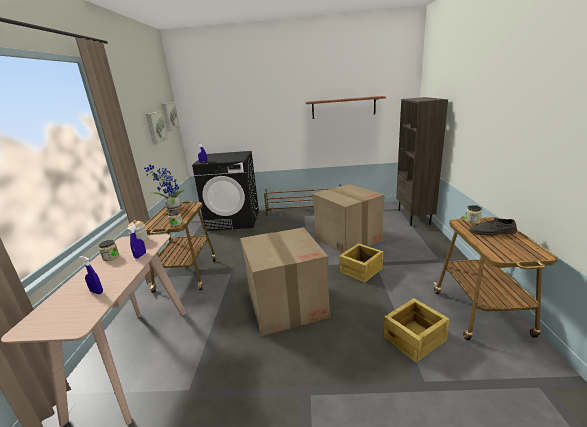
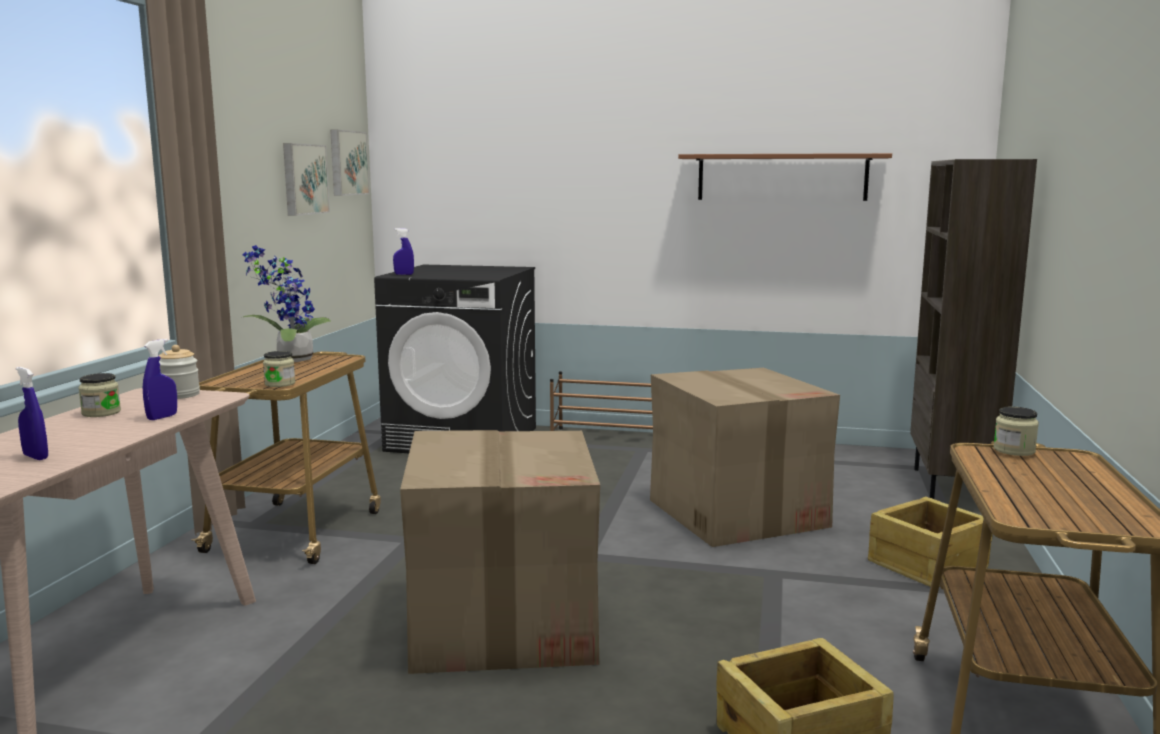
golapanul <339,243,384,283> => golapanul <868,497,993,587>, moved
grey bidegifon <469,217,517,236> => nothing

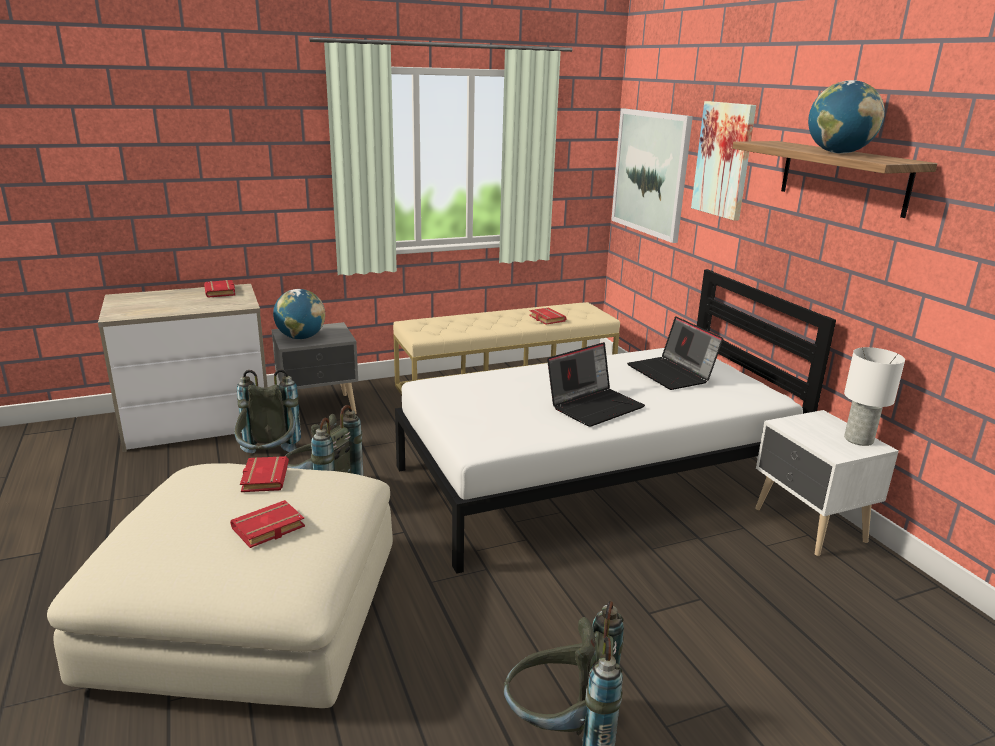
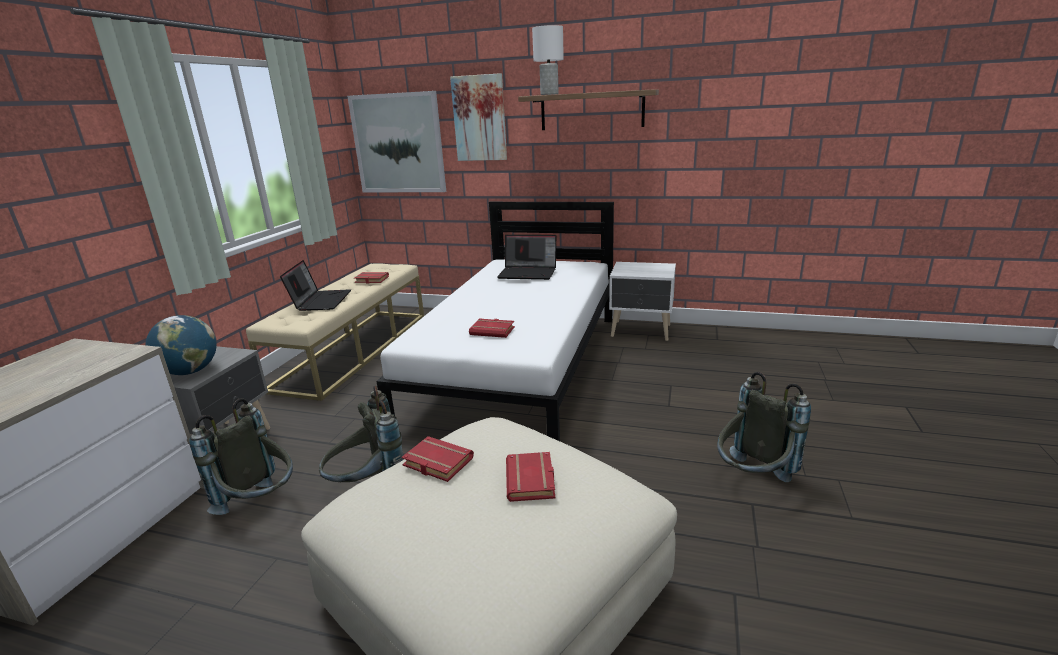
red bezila <204,280,235,298> => red bezila <469,319,515,338>, moved
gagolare <547,342,645,427> => gagolare <280,260,351,311>, moved
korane <808,80,885,154> => nothing
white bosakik <844,347,905,446> => white bosakik <532,25,564,95>, moved

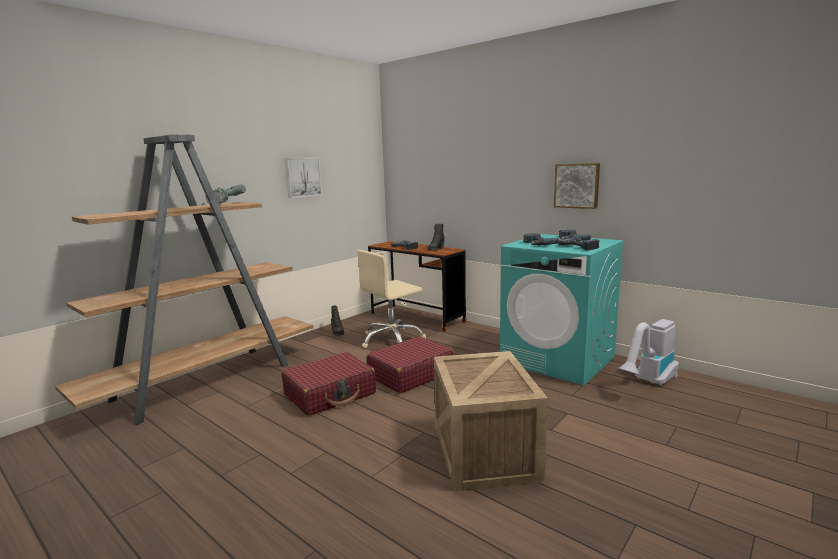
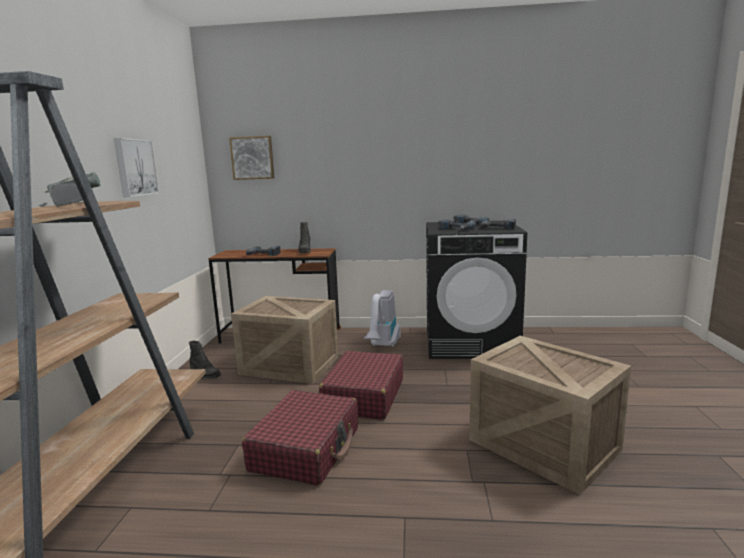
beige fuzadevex <357,250,426,348> => golapanul <231,296,338,384>
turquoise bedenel <500,234,624,386> => black bedenel <426,221,527,359>
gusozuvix <554,163,600,209> => gusozuvix <229,136,274,180>, moved
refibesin <618,319,679,386> => refibesin <364,290,401,347>, moved

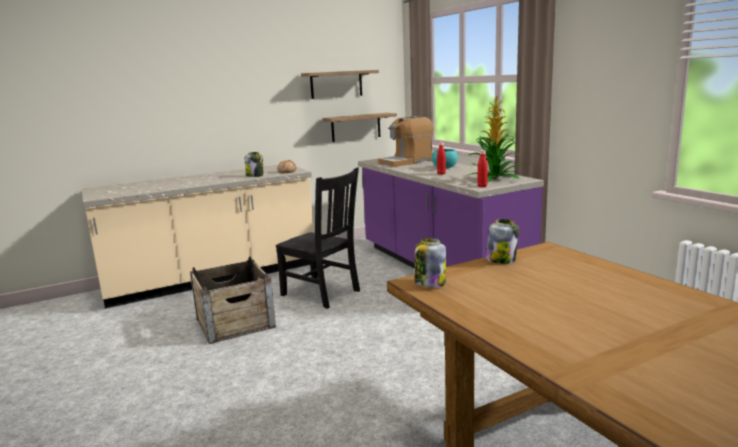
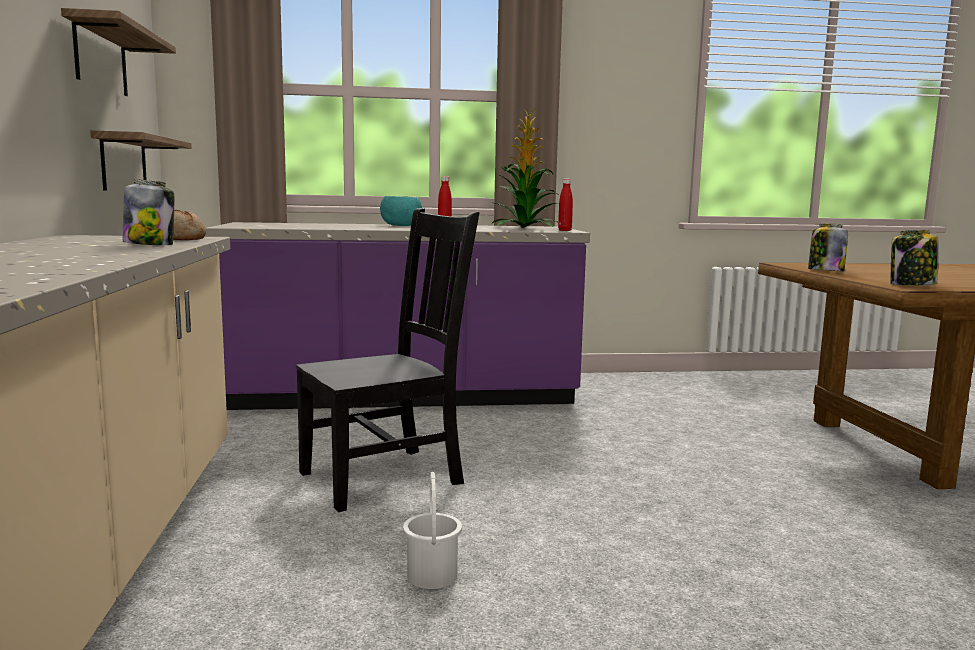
golapanul <190,257,276,344> => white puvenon <403,472,462,589>
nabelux <378,116,434,167> => nothing

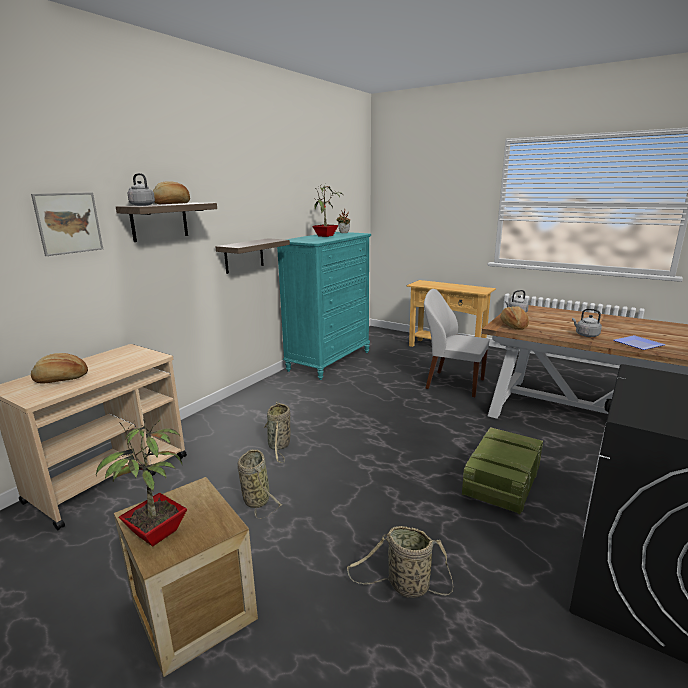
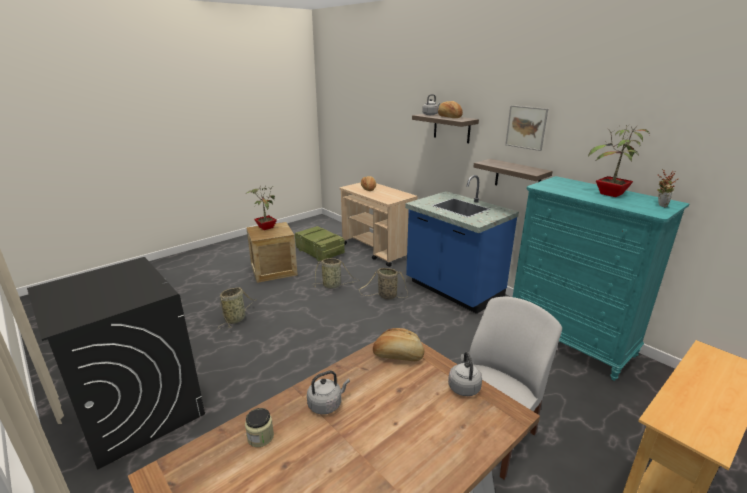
gusozuvix <31,192,103,256> => gusozuvix <505,105,548,151>, moved
golapanul <462,427,543,514> => golapanul <295,226,345,261>, moved
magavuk <613,335,665,350> => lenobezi <245,408,274,447>
nothing => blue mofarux <405,175,519,314>

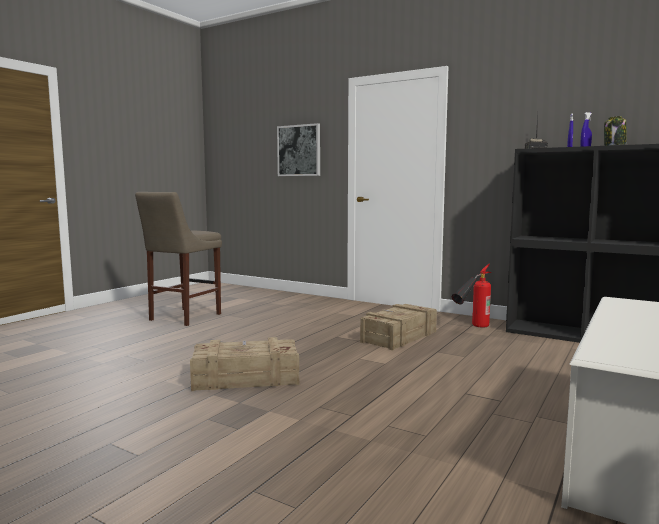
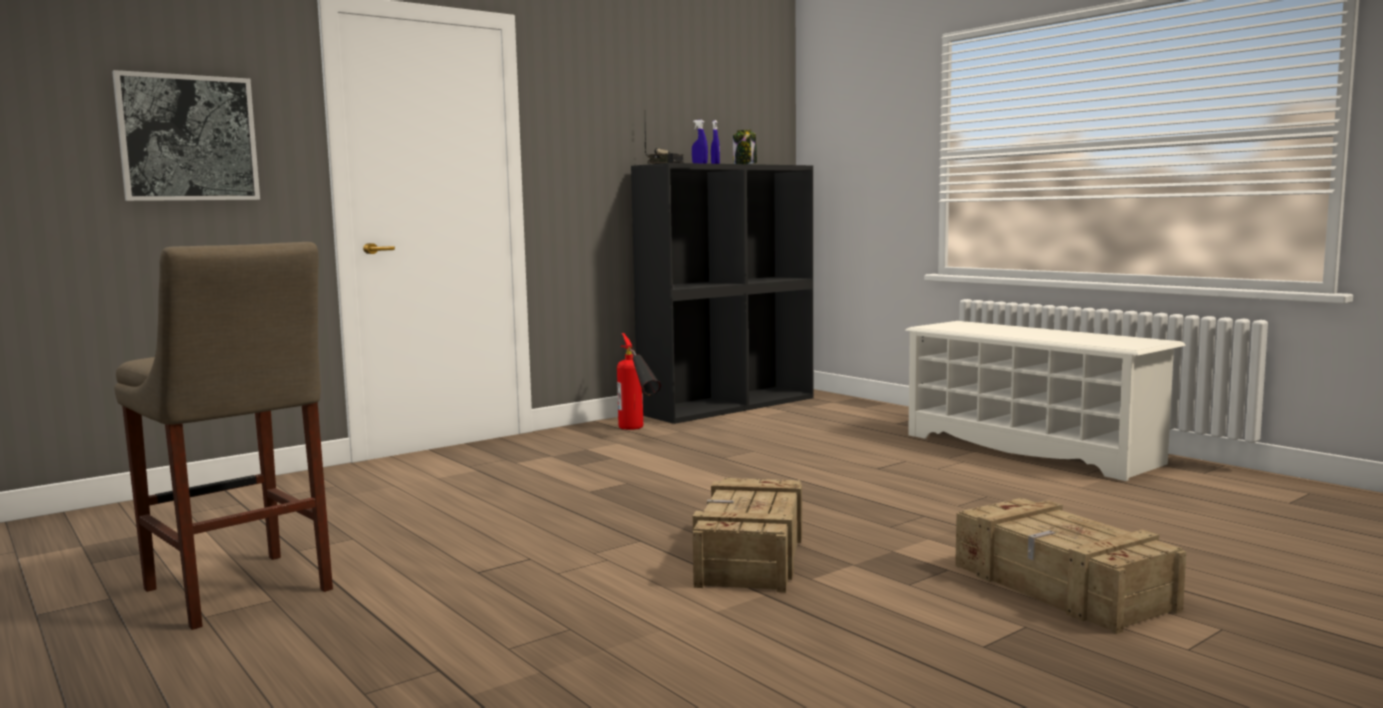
golapanul <360,304,437,350> => golapanul <955,498,1186,634>, moved

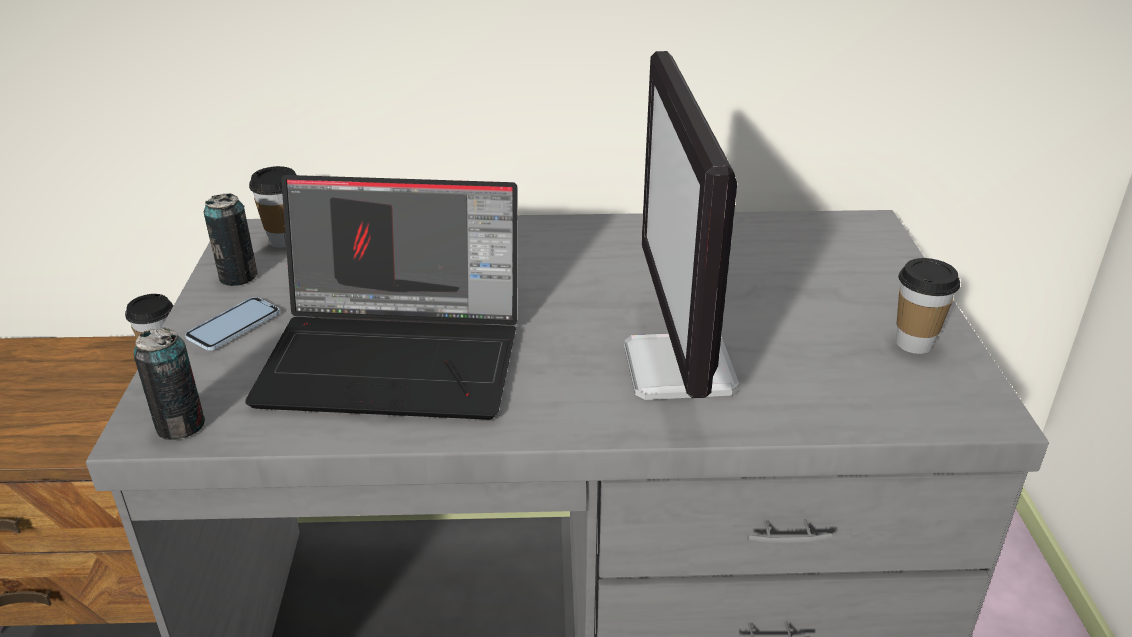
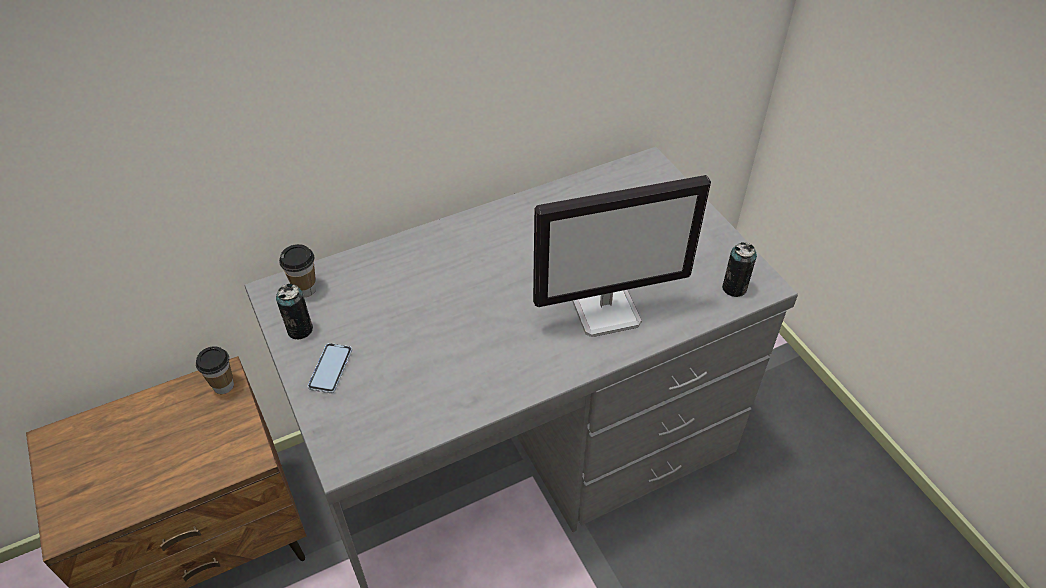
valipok <134,328,205,440> => valipok <722,242,757,297>, moved
gagolare <245,175,517,420> => nothing
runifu <624,51,739,400> => runifu <533,175,711,337>, 75 degrees counterclockwise
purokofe <896,258,960,354> => nothing

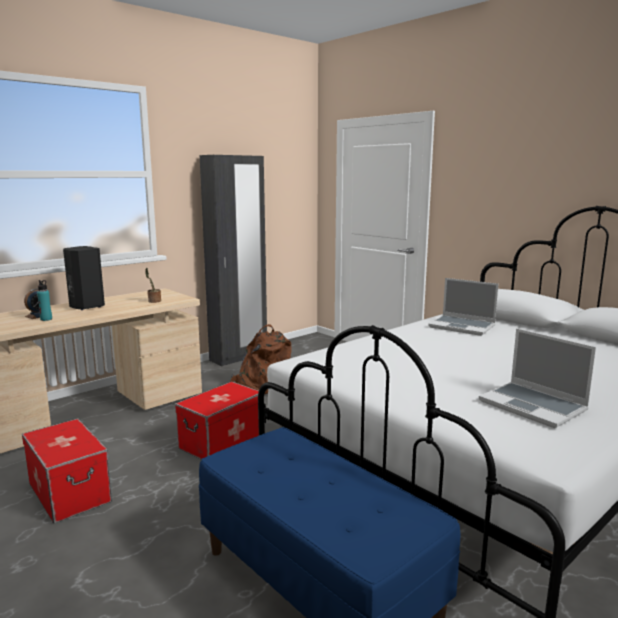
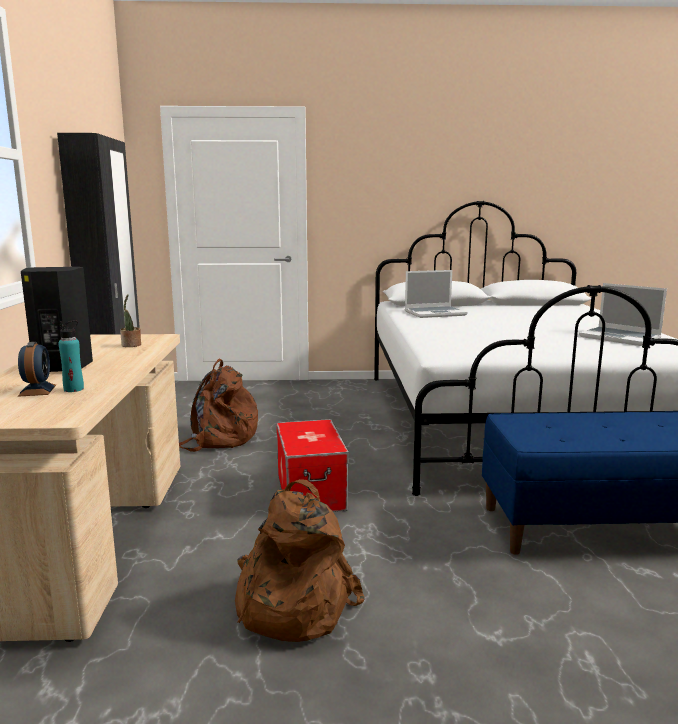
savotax <22,419,112,523> => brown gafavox <235,479,364,642>
gagolare <479,328,596,428> => gagolare <579,283,667,346>, 45 degrees clockwise

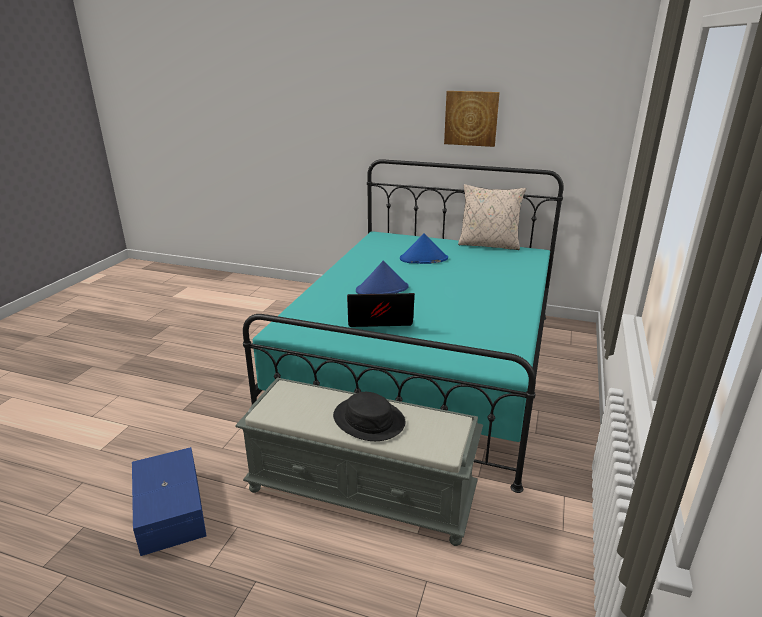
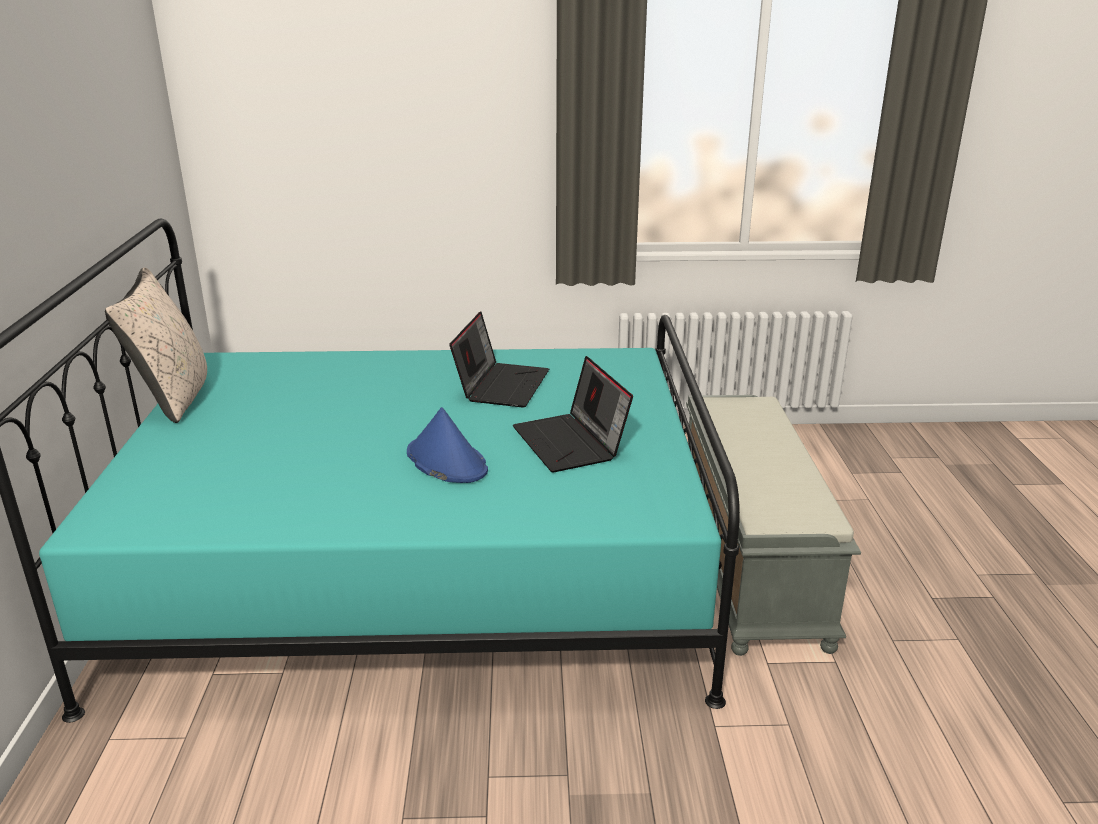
blue savotax <132,447,206,556> => nothing
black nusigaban <333,392,405,441> => nothing
blue nusigaban <400,233,448,264> => nothing
gusozuvix <444,91,500,147> => nothing
nothing => gagolare <449,311,549,407>

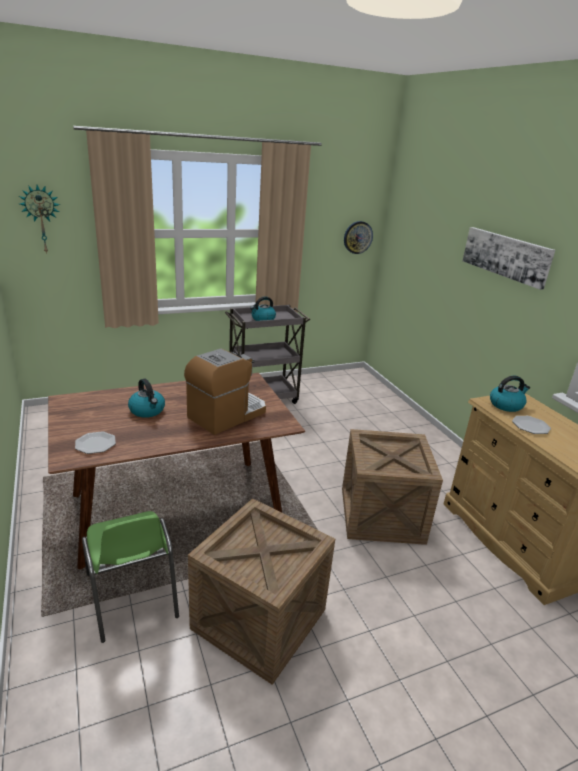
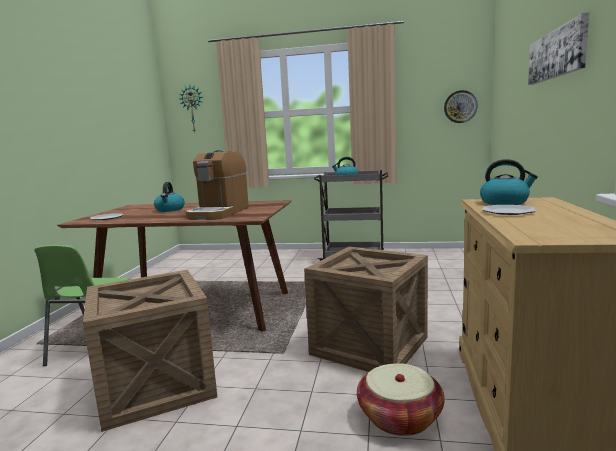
nabelux <184,349,266,435> => nabelux <185,150,249,220>, 120 degrees clockwise
nothing => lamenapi <357,363,445,436>

